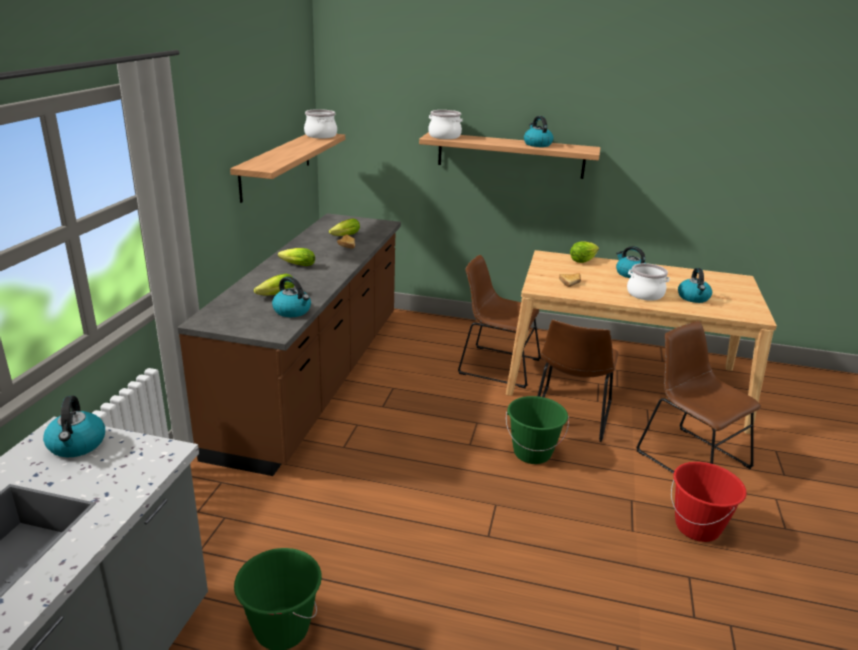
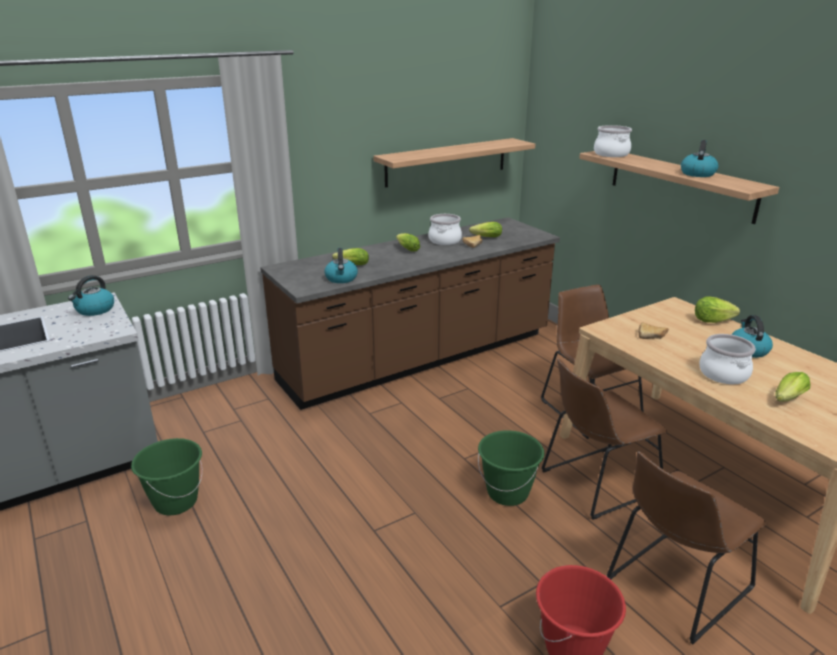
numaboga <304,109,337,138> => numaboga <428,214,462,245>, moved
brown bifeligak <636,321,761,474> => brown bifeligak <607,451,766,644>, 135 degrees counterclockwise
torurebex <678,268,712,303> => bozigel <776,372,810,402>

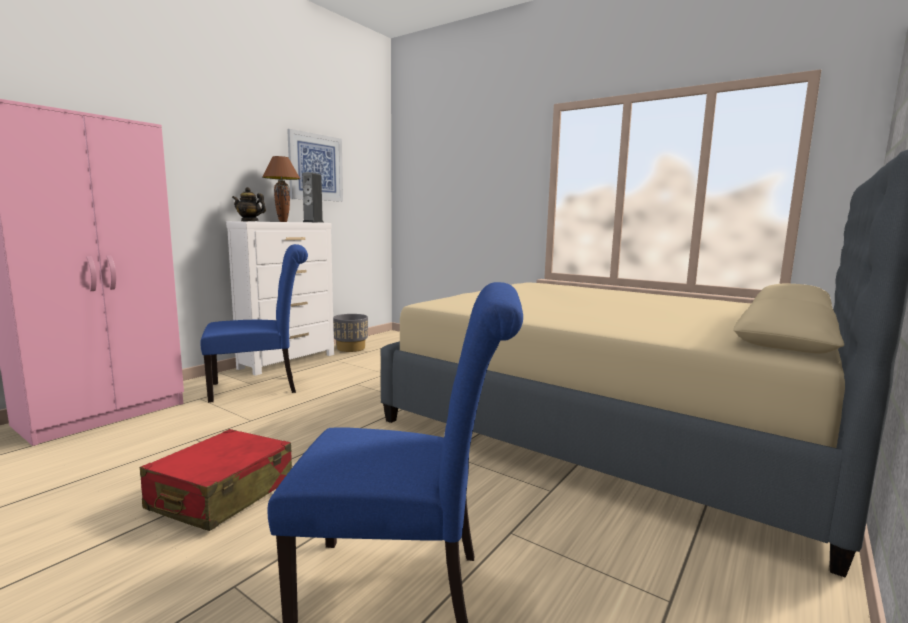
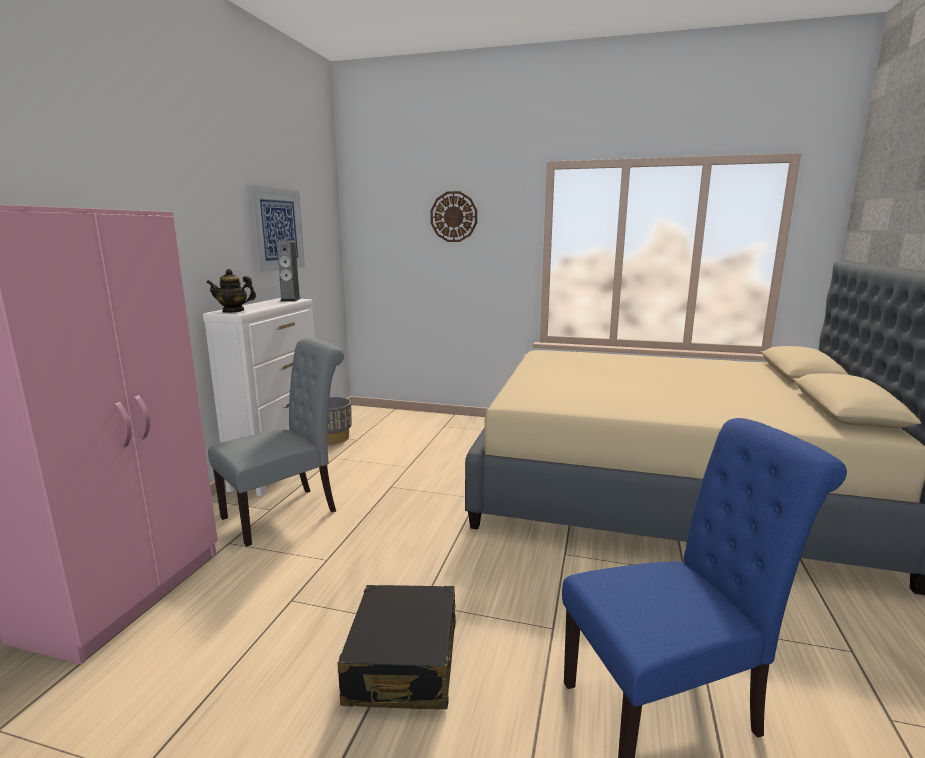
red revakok <140,429,292,531> => black revakok <337,585,456,709>
blue bifeligak <200,244,308,403> => grey bifeligak <208,338,344,547>
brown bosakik <262,156,300,222> => nothing
nothing => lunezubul <430,191,477,242>

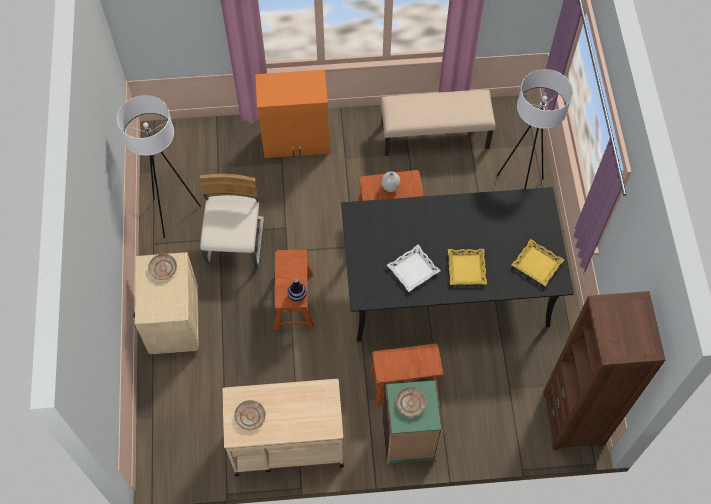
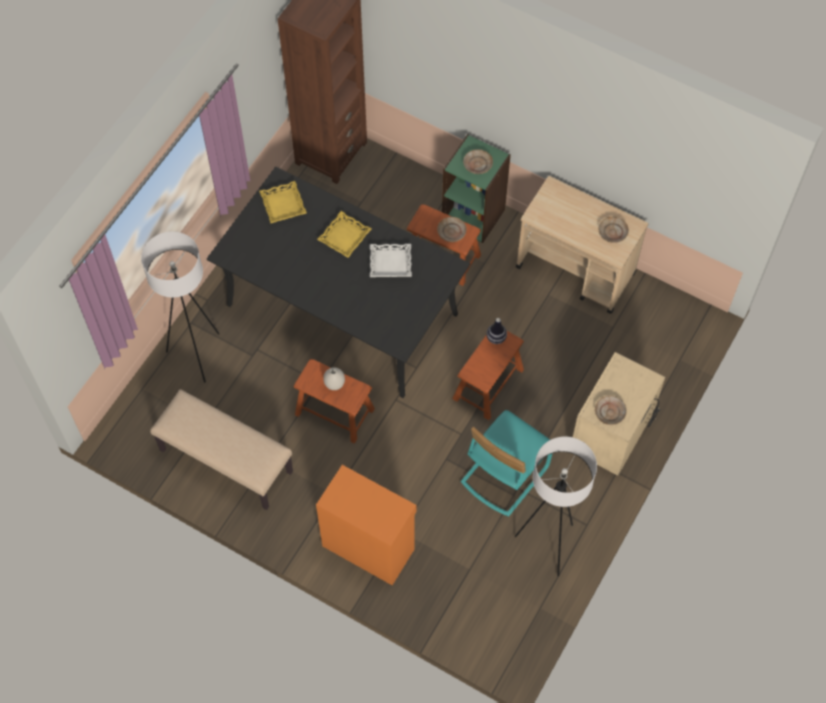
beige bifeligak <200,174,264,268> => turquoise bifeligak <461,410,553,517>
nothing => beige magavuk <437,217,466,242>

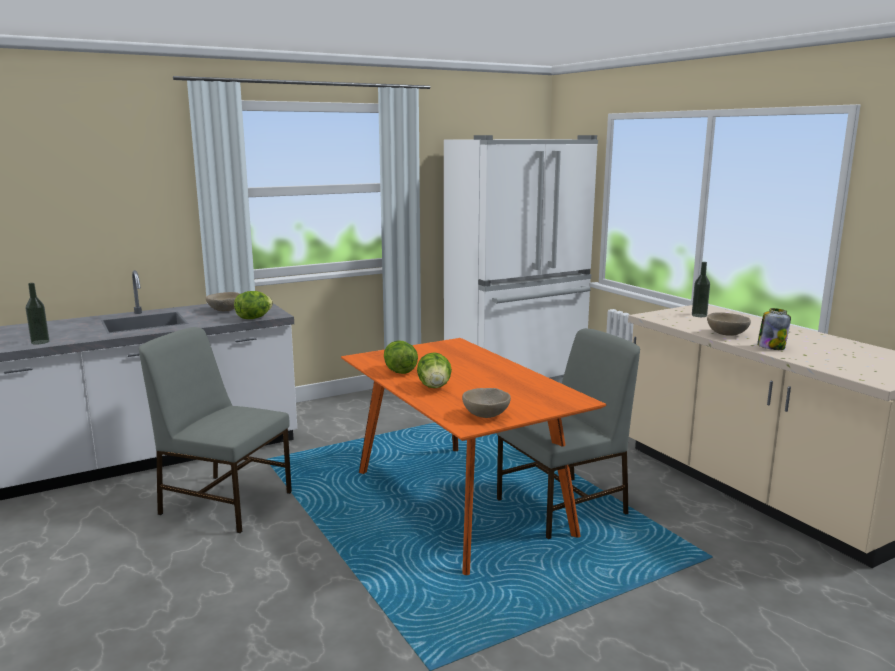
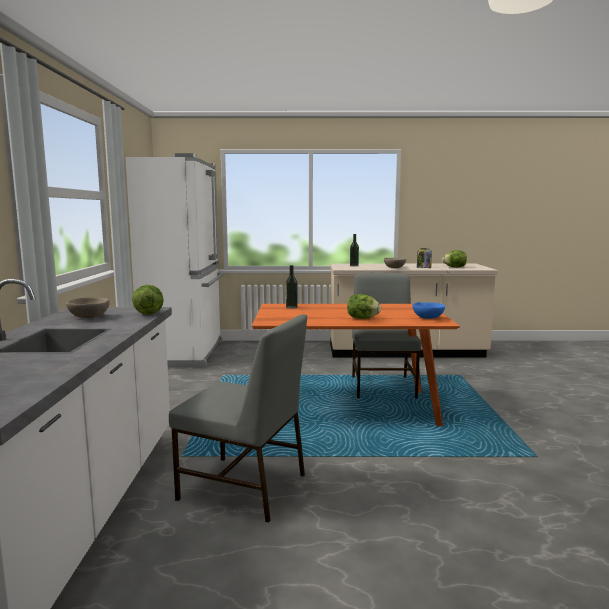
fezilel <26,283,50,344> => fezilel <286,265,298,309>, moved
grey bifeligak <139,327,292,533> => grey bifeligak <169,314,307,523>, 120 degrees counterclockwise
bozigel <384,340,418,374> => bozigel <442,250,467,268>, moved
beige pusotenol <462,388,511,418> => blue pusotenol <413,302,445,319>

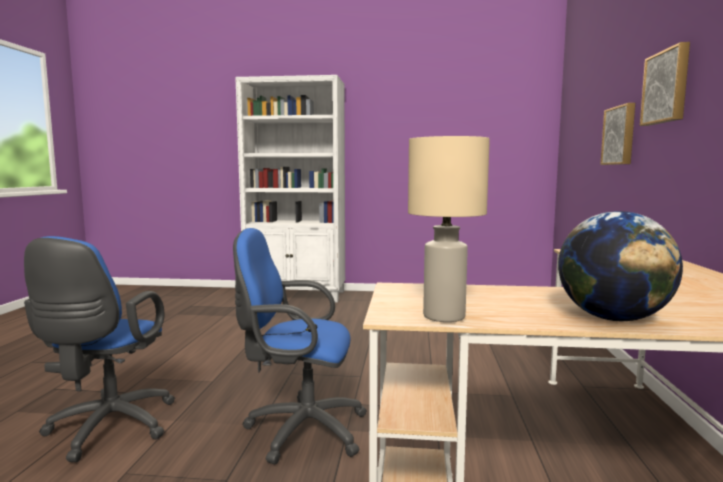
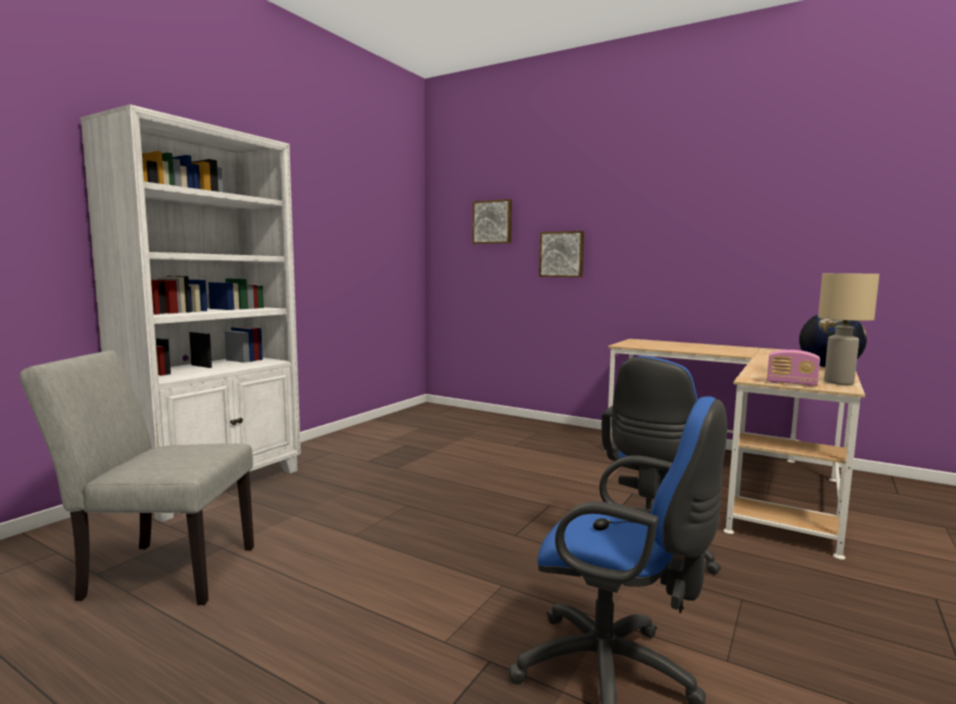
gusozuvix <640,42,690,126> => gusozuvix <472,199,512,244>, moved
nothing => grey bifeligak <20,350,254,605>
nothing => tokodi <767,350,820,387>

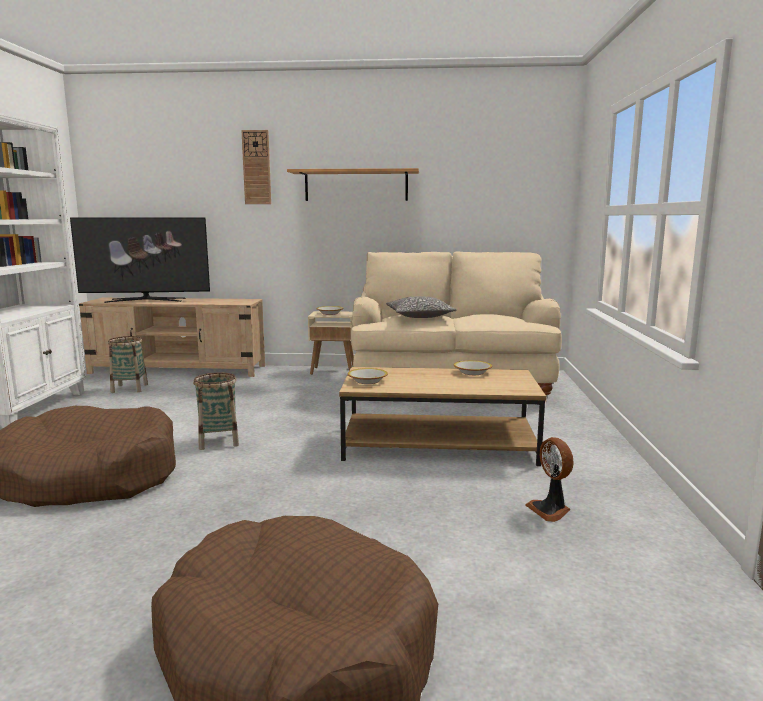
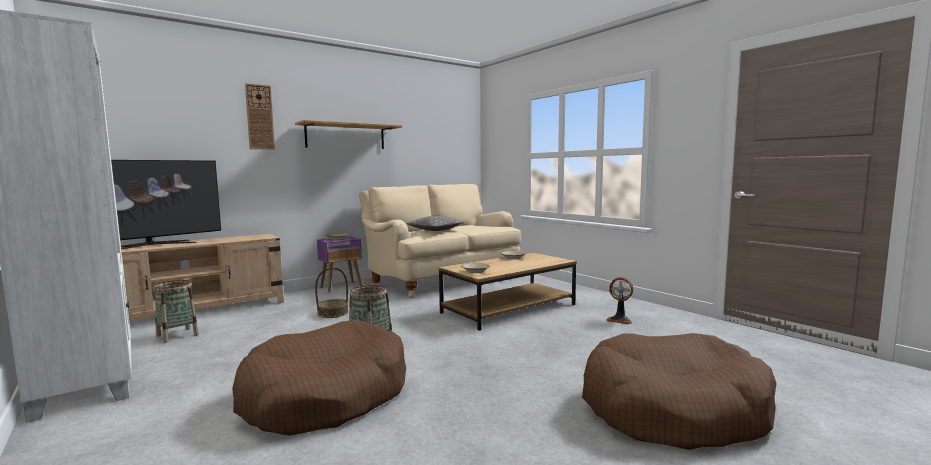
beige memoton <308,311,354,375> => purple memoton <317,236,362,292>
nothing => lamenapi <315,268,349,318>

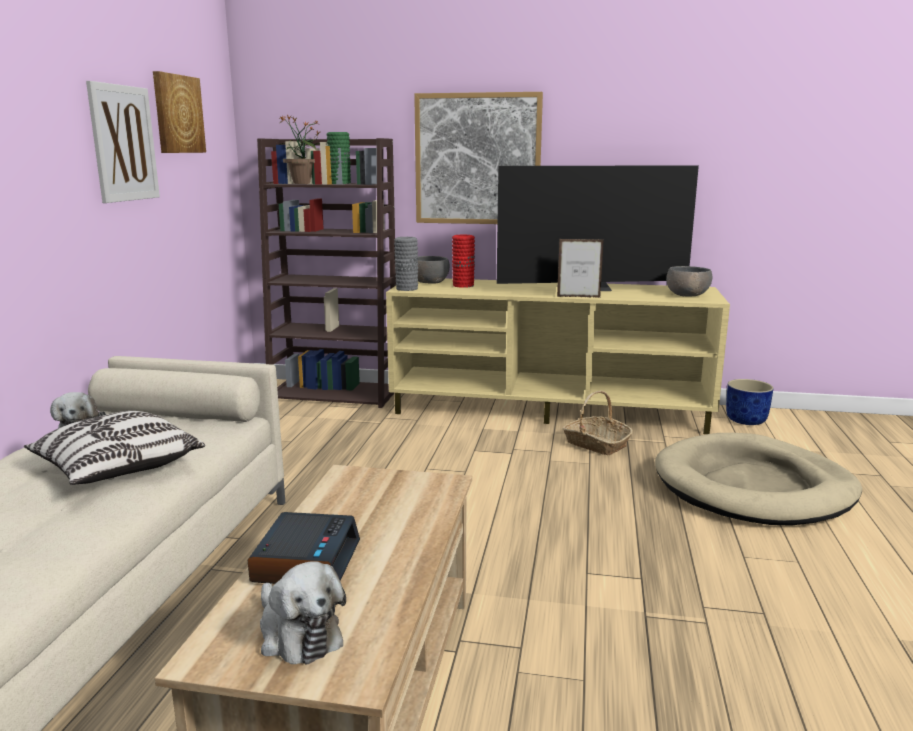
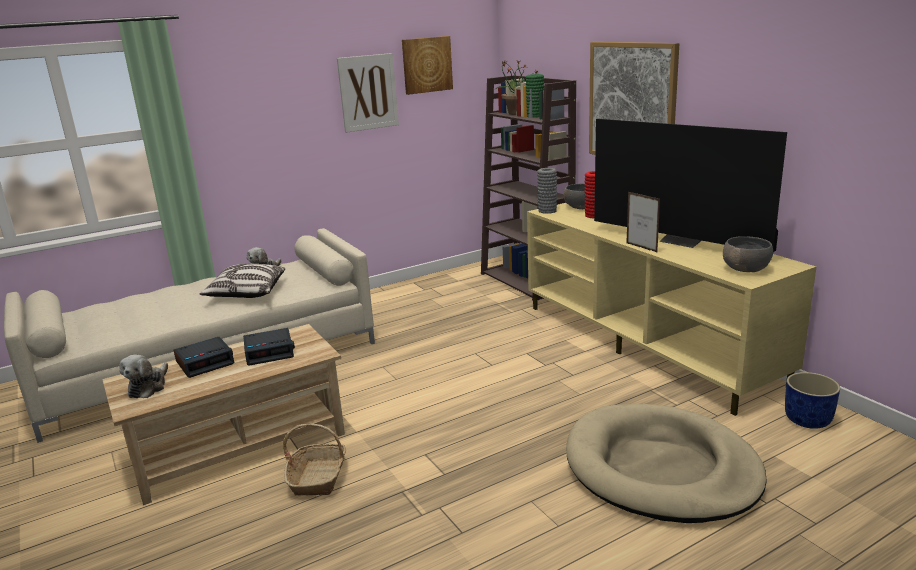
lamenapi <563,391,633,455> => lamenapi <283,424,346,496>, moved
nothing => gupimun <243,328,295,366>

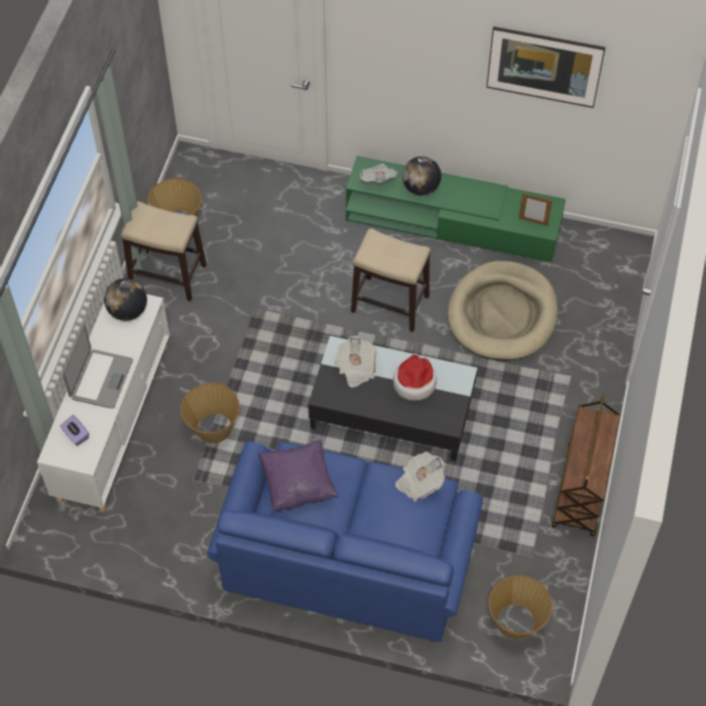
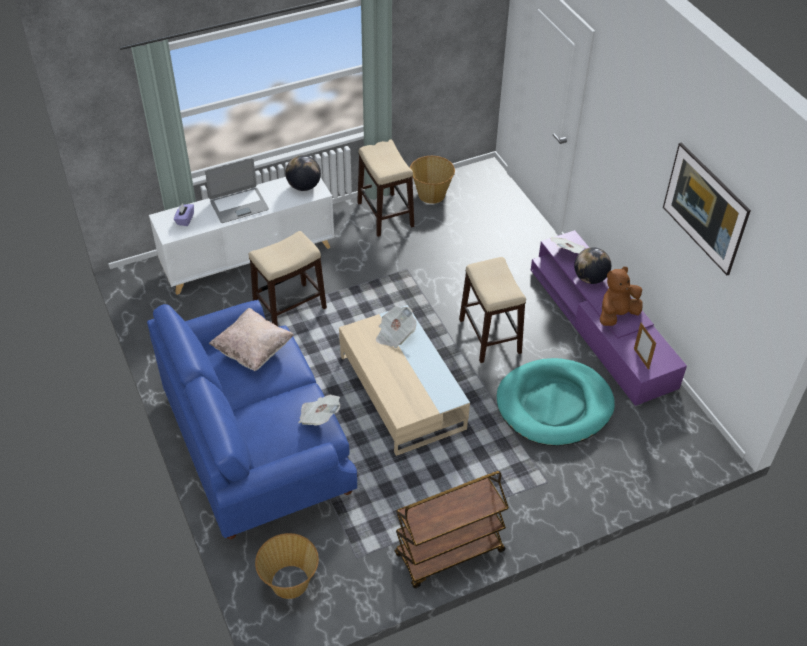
lamenapi <181,383,240,443> => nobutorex <248,231,327,326>
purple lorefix <258,440,338,512> => beige lorefix <209,308,294,371>
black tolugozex <308,336,477,461> => beige tolugozex <339,305,470,456>
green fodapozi <346,156,566,262> => purple fodapozi <531,230,687,406>
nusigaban <393,353,436,401> => nothing
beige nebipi <447,261,558,361> => turquoise nebipi <497,358,615,446>
nothing => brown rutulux <600,267,642,326>

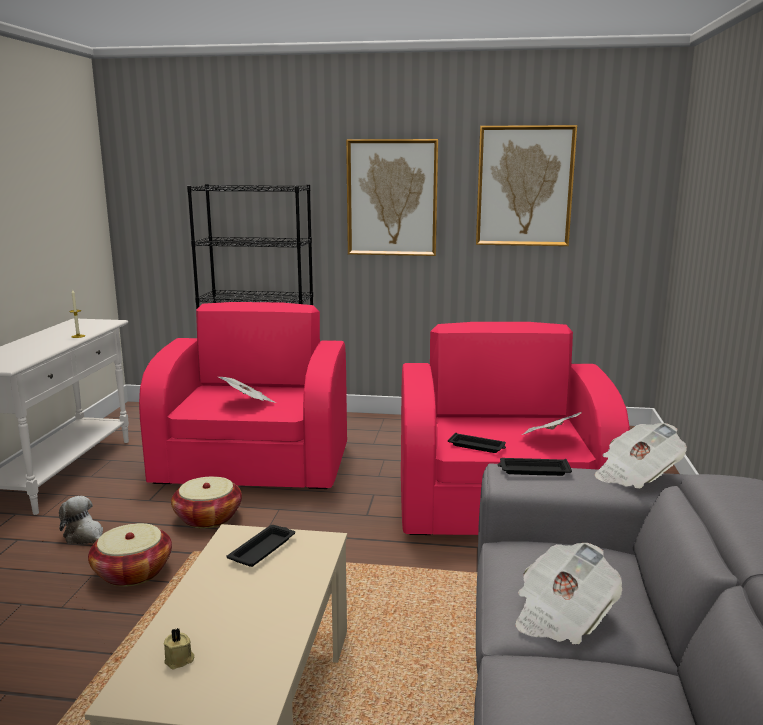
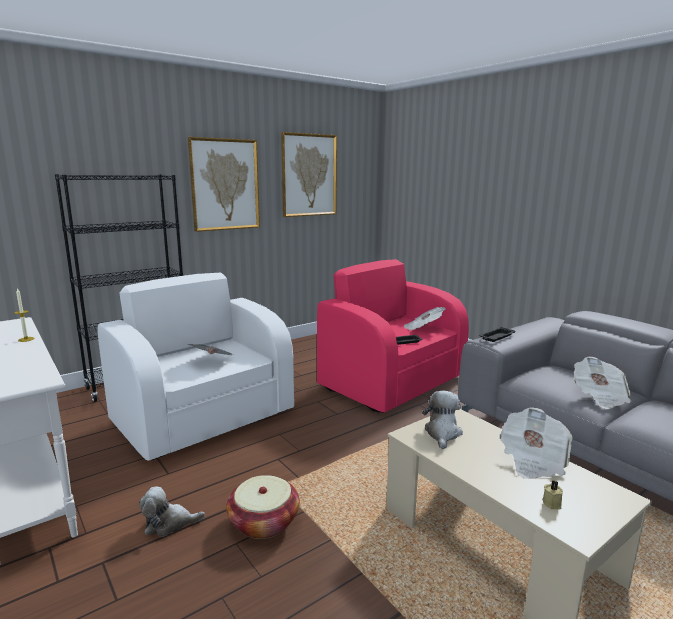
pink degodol <139,302,347,489> => white degodol <97,273,294,460>
lamenapi <171,477,242,528> => nothing
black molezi <226,525,295,567> => rutulux <423,391,463,450>
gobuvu <595,423,687,488> => gobuvu <499,407,573,479>, moved

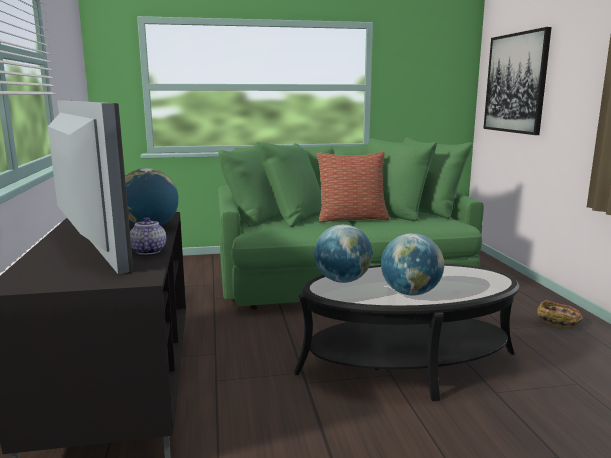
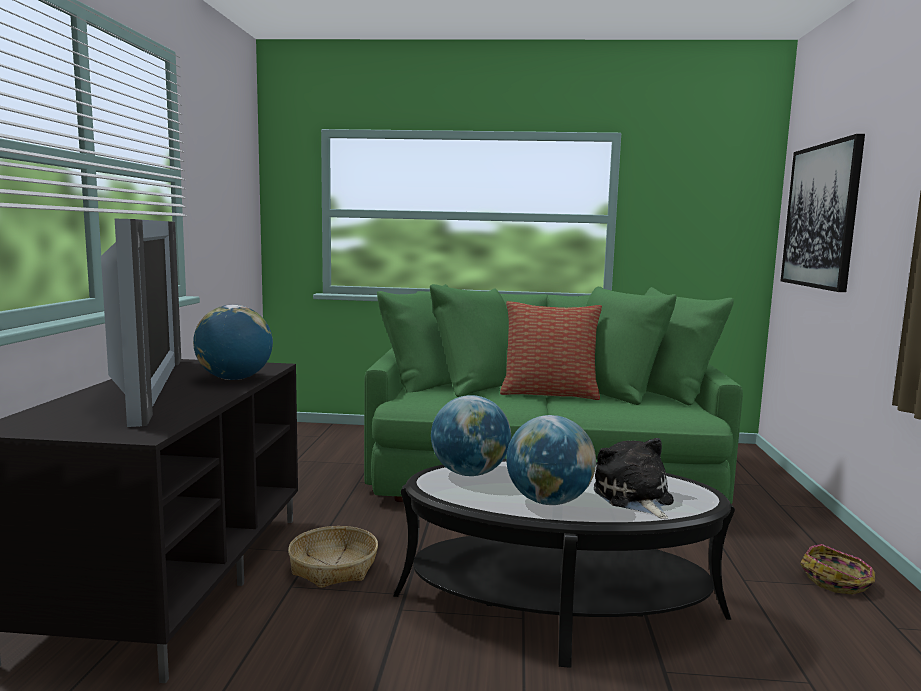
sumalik <130,217,166,255> => nothing
nothing => lamenapi <288,526,378,588>
nothing => rutulux <594,438,674,519>

